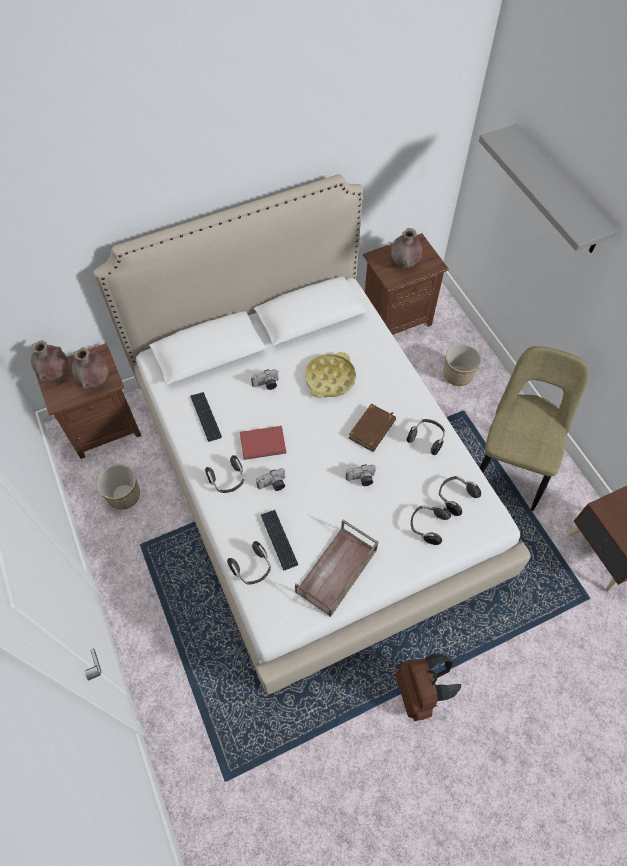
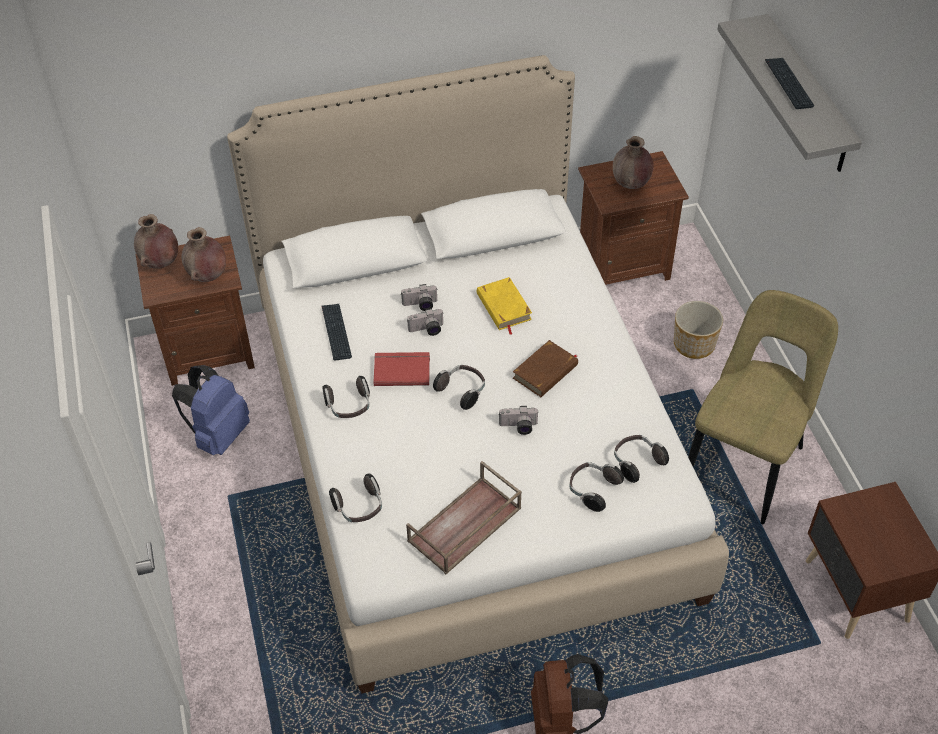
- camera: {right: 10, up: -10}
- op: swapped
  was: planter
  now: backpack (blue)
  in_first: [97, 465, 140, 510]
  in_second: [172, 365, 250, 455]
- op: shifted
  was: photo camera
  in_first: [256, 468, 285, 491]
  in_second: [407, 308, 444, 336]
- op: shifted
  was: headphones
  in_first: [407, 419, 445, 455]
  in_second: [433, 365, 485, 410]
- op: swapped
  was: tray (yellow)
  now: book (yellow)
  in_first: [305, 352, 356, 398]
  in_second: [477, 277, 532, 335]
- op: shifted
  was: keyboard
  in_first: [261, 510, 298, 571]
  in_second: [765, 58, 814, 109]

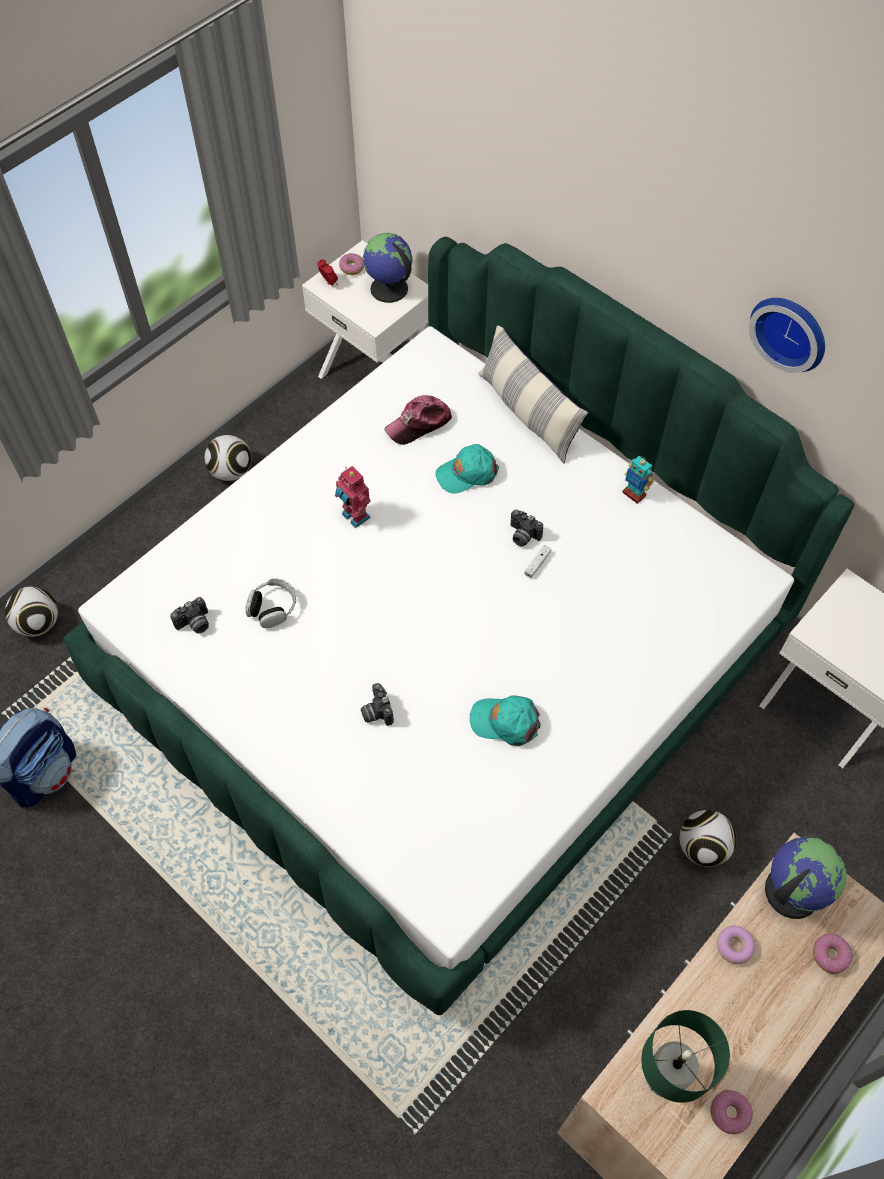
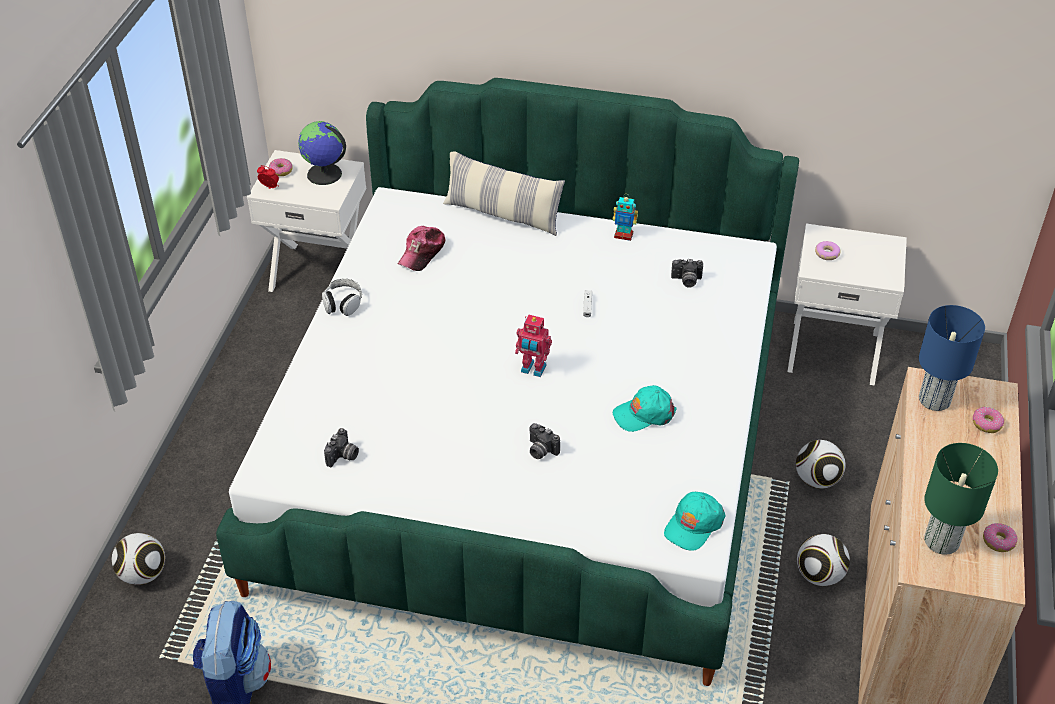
- camera: {right: -30, up: -15}
- op: shifted
  was: headphones
  in_first: [246, 579, 296, 628]
  in_second: [322, 278, 362, 316]
- op: shifted
  was: toy robot
  in_first: [335, 466, 371, 528]
  in_second: [515, 315, 552, 377]
- op: shifted
  was: cap (turquoise)
  in_first: [435, 444, 499, 494]
  in_second: [664, 492, 726, 551]
- op: shifted
  was: photo camera
  in_first: [510, 510, 543, 547]
  in_second: [671, 259, 703, 288]
- op: shifted
  was: football
  in_first: [204, 435, 252, 481]
  in_second: [797, 534, 850, 586]
- op: shifted
  was: donut
  in_first: [717, 925, 756, 965]
  in_second: [815, 241, 841, 260]
- op: swapped
  was: globe
  now: table lamp (blue)
  in_first: [765, 836, 847, 919]
  in_second: [919, 305, 985, 411]
- op: gone
  was: wall clock
  in_first: [749, 298, 825, 373]

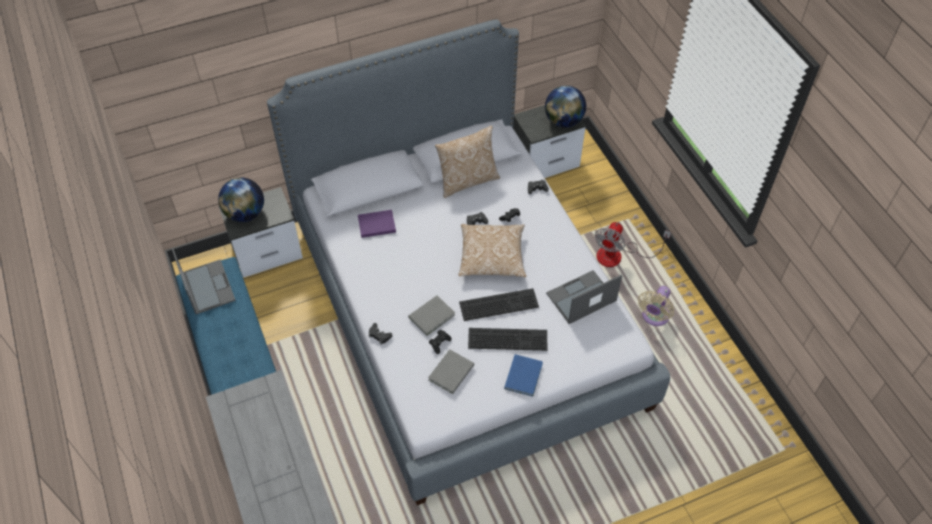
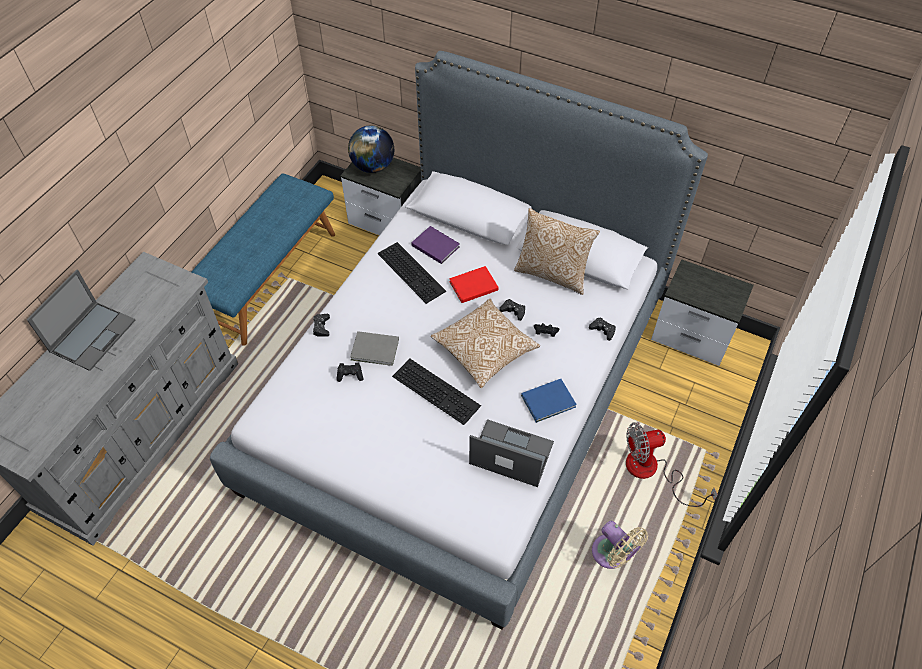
- camera: {right: 50, up: 0}
- op: shifted
  was: laptop
  in_first: [172, 248, 236, 314]
  in_second: [27, 269, 135, 371]
- op: shifted
  was: keyboard
  in_first: [468, 328, 548, 351]
  in_second: [378, 242, 446, 304]
- op: new
  now: book (red)
  in_second: [449, 266, 499, 303]
- op: shifted
  was: book (blue)
  in_first: [504, 354, 543, 397]
  in_second: [521, 379, 577, 423]
- op: rotated
  was: fan (beige)
  in_first: [638, 286, 674, 326]
  in_second: [592, 521, 648, 569]
  clockwise: -120
- op: gone
  was: book (grey)
  in_first: [428, 349, 474, 394]
- op: gone
  was: globe
  in_first: [545, 86, 586, 128]

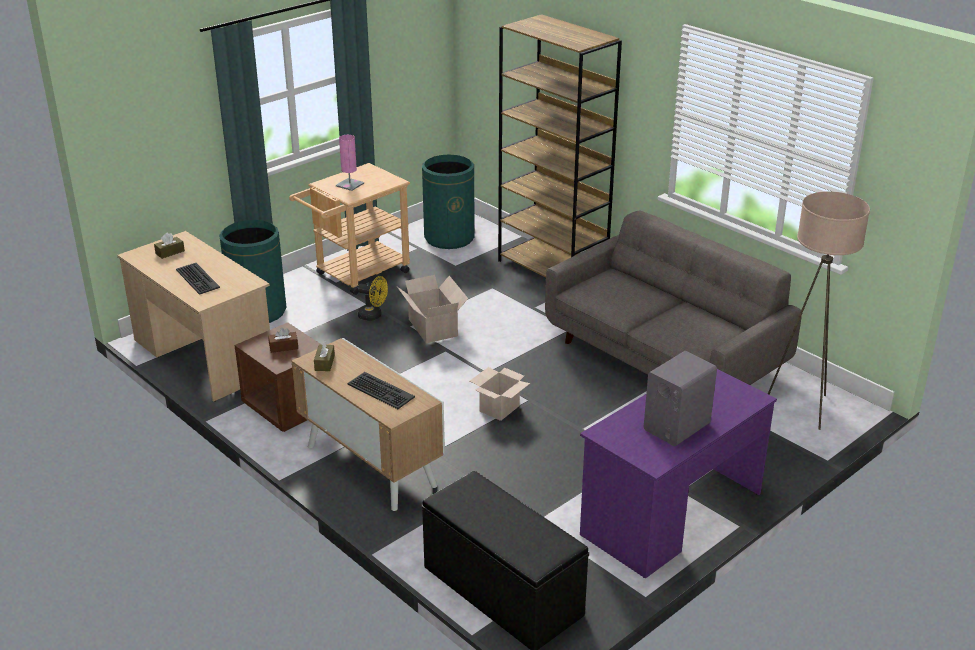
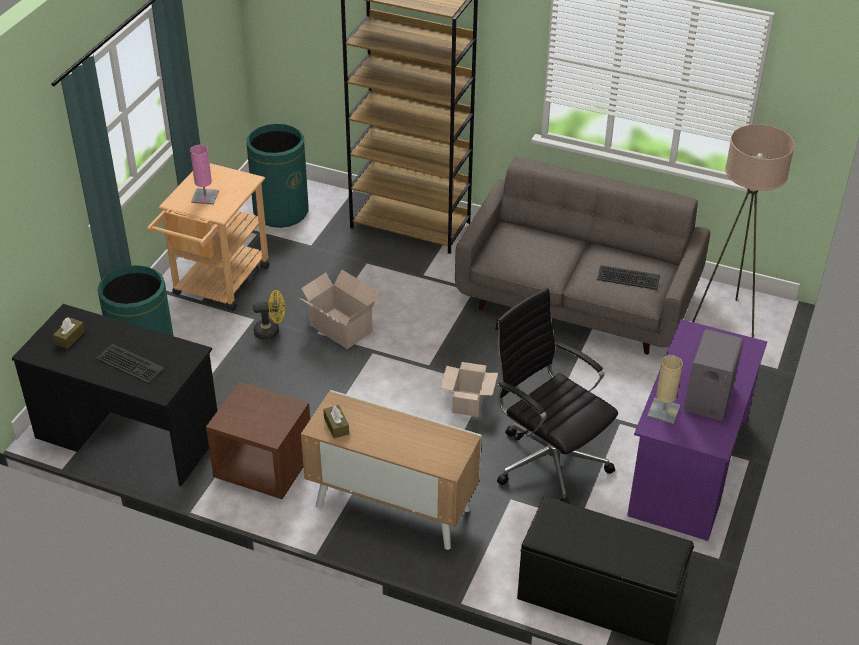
- camera: {right: -25, up: 10}
- op: repainted
  was: desk (beige)
  now: desk (black)
  in_first: [117, 231, 270, 402]
  in_second: [12, 304, 217, 486]
- op: new
  now: office chair (black)
  in_second: [495, 288, 618, 504]
- op: shifted
  was: keyboard
  in_first: [347, 372, 415, 409]
  in_second: [597, 265, 660, 290]
- op: new
  now: table lamp (beige)
  in_second: [647, 355, 683, 424]
- op: gone
  was: tissue box (brown)
  in_first: [268, 328, 298, 353]

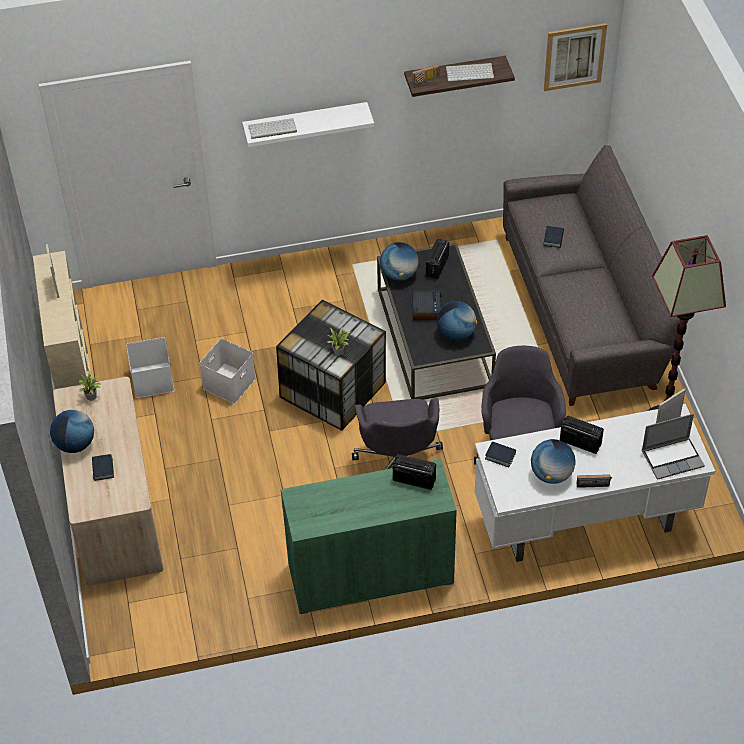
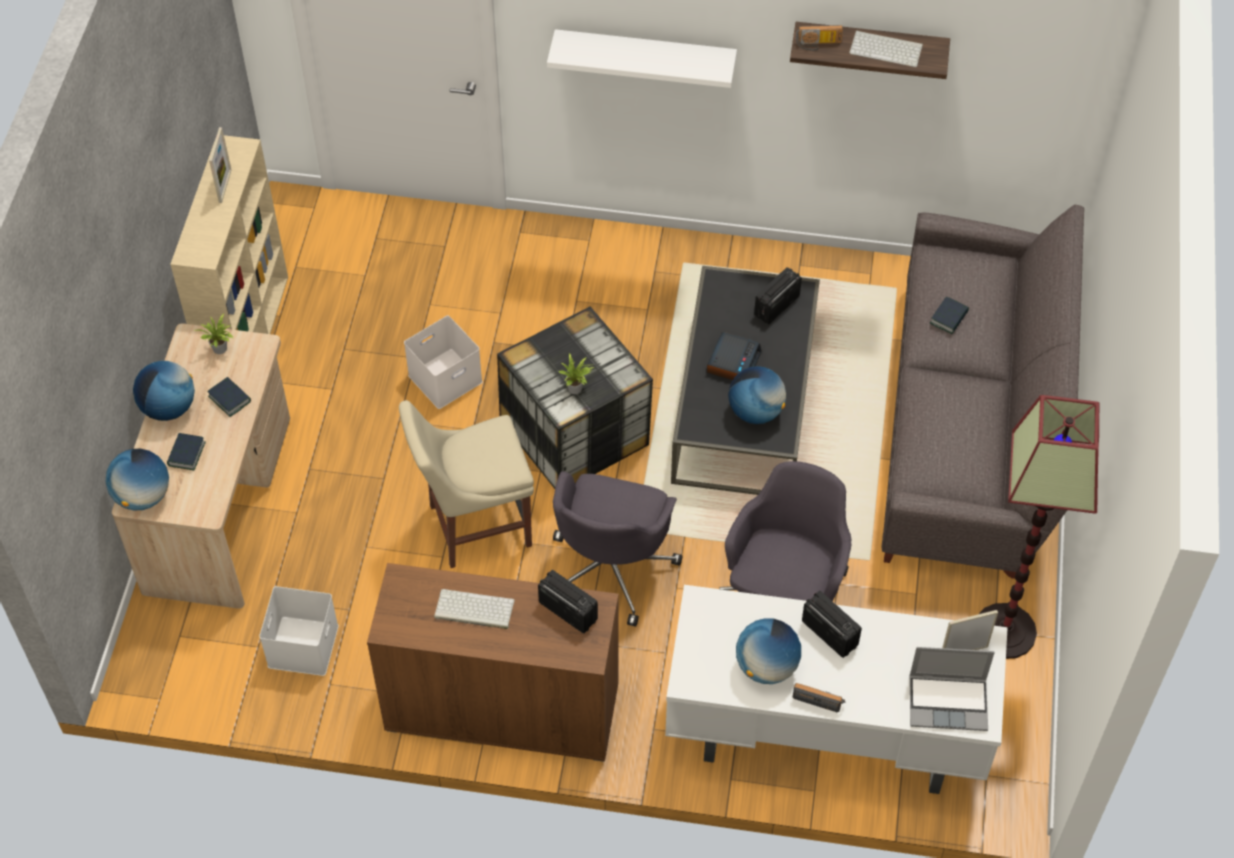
- camera: {right: 20, up: 5}
- op: shifted
  was: globe
  in_first: [380, 242, 419, 281]
  in_second: [105, 449, 169, 510]
- op: shifted
  was: book
  in_first: [485, 441, 516, 468]
  in_second: [207, 377, 251, 417]
- op: shifted
  was: storage box (white)
  in_first: [126, 337, 174, 398]
  in_second: [259, 586, 339, 676]
- op: repainted
  was: cabinet (green)
  now: cabinet (brown)
  in_first: [281, 459, 457, 614]
  in_second: [367, 563, 619, 762]
- op: new
  now: chair (beige)
  in_second: [399, 400, 534, 568]
- op: shifted
  was: keyboard
  in_first: [248, 118, 297, 139]
  in_second: [434, 589, 515, 629]
- op: gone
  was: picture
  in_first: [544, 23, 607, 91]

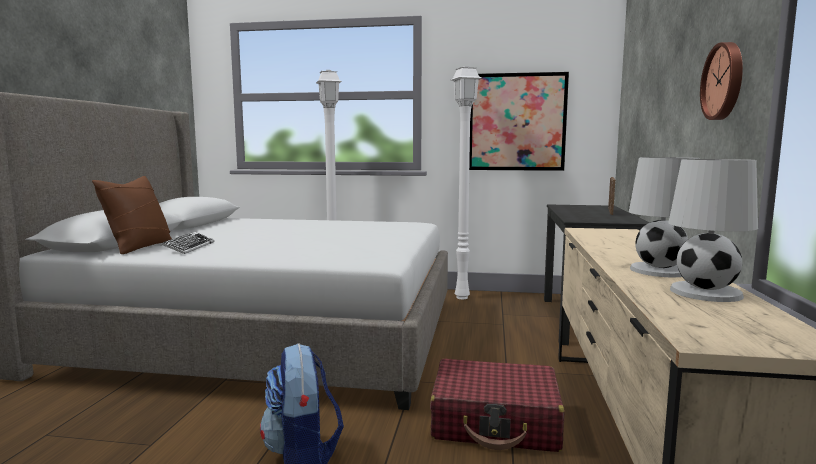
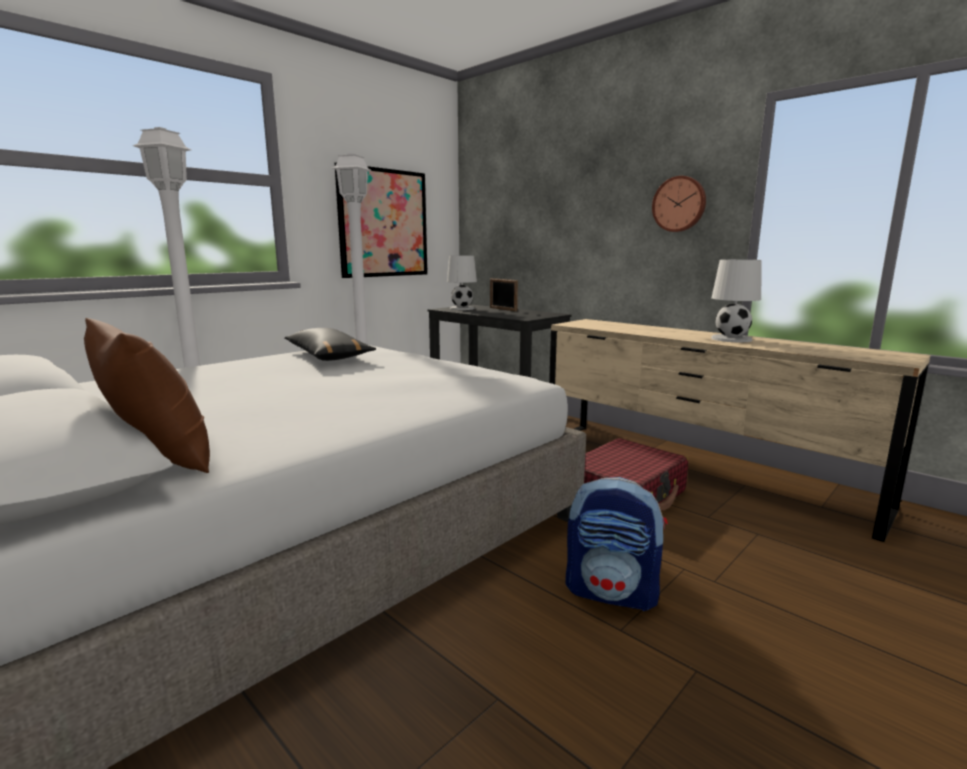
- camera: {right: -55, up: 5}
- op: new
  now: pillow (black)
  in_second: [284, 328, 376, 361]
- op: shifted
  was: table lamp (white)
  in_first: [668, 159, 758, 302]
  in_second: [447, 256, 477, 310]
- op: gone
  was: keyboard
  in_first: [162, 232, 214, 254]

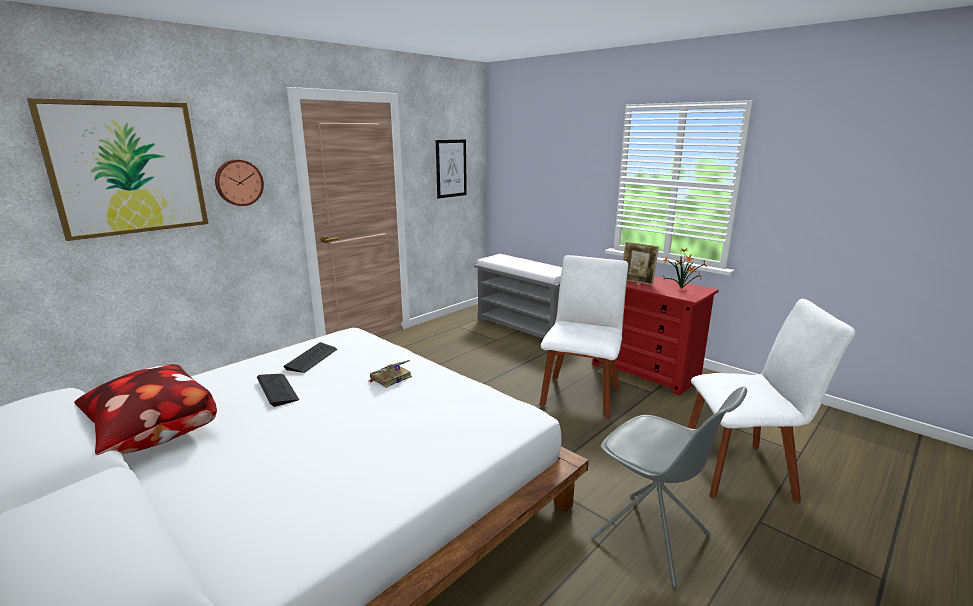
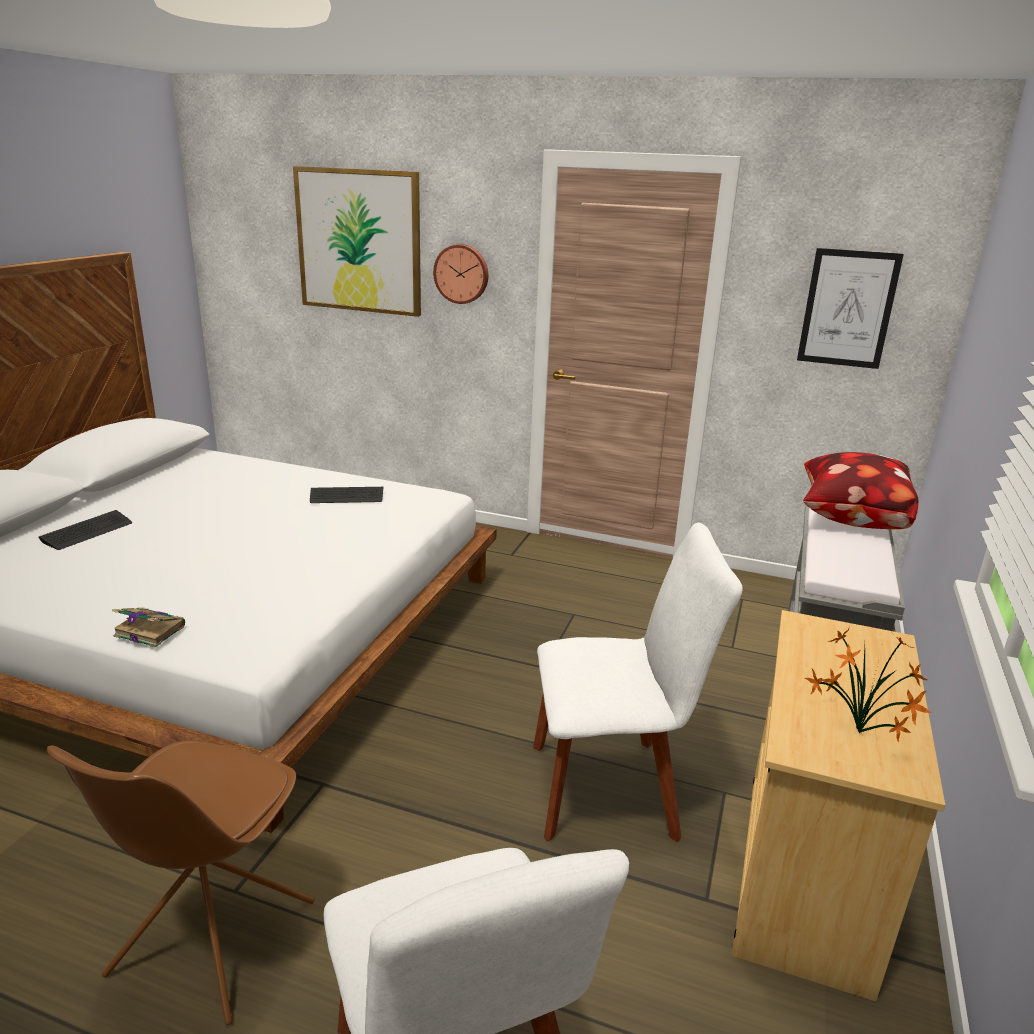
- camera: {right: 65, up: 5}
- op: shifted
  was: keyboard
  in_first: [257, 374, 299, 407]
  in_second: [38, 510, 132, 550]
- op: repainted
  was: chair (grey)
  now: chair (brown)
  in_first: [591, 387, 747, 588]
  in_second: [47, 741, 314, 1025]
- op: shifted
  was: book
  in_first: [369, 360, 412, 388]
  in_second: [112, 607, 185, 648]
- op: repainted
  was: dresser (red)
  now: dresser (beige)
  in_first: [592, 276, 719, 396]
  in_second: [732, 610, 945, 1001]
- op: shifted
  was: pillow
  in_first: [74, 364, 217, 455]
  in_second: [803, 452, 918, 529]
- op: gone
  was: picture frame
  in_first: [623, 242, 659, 285]

